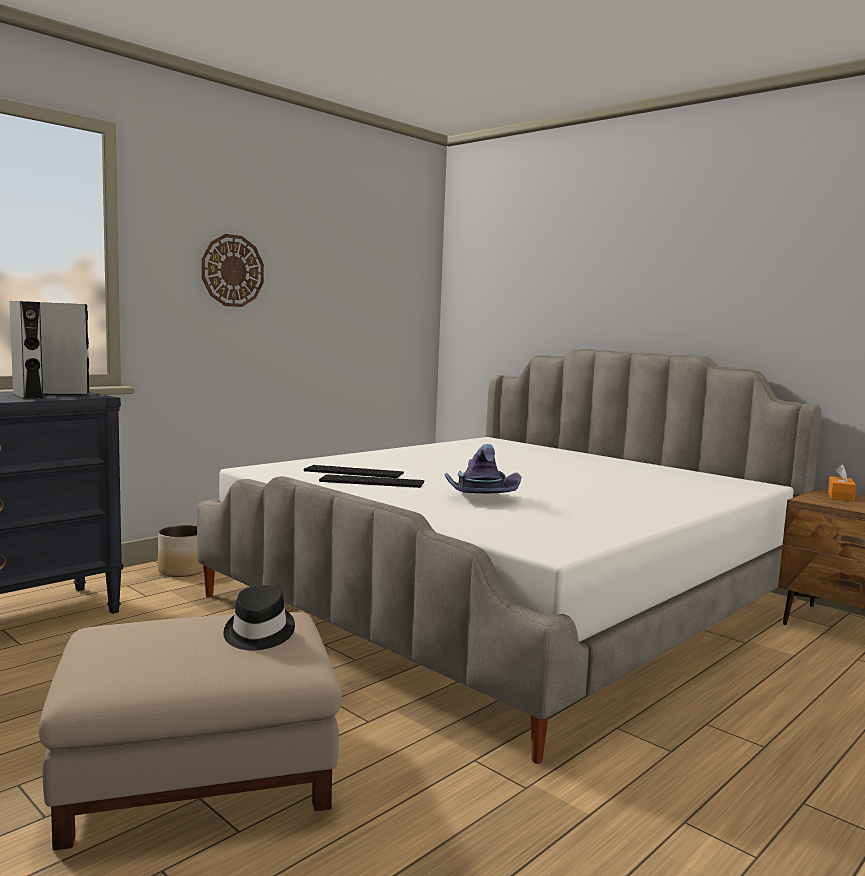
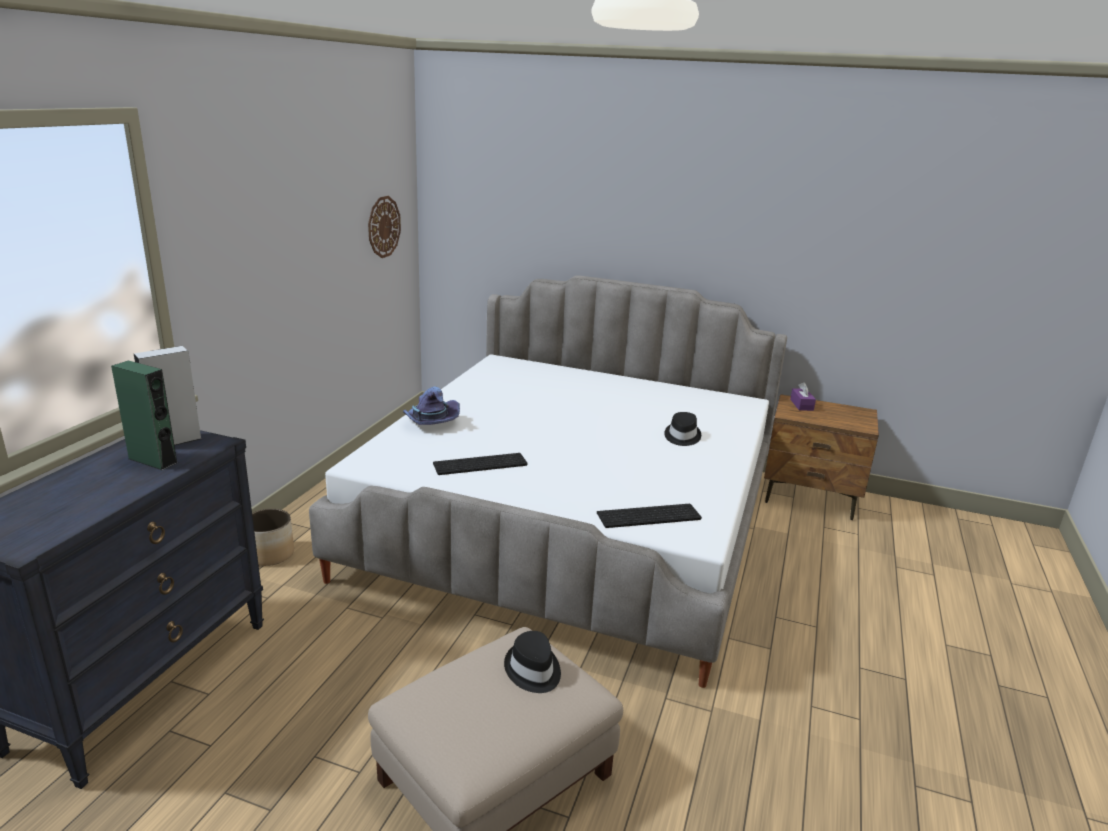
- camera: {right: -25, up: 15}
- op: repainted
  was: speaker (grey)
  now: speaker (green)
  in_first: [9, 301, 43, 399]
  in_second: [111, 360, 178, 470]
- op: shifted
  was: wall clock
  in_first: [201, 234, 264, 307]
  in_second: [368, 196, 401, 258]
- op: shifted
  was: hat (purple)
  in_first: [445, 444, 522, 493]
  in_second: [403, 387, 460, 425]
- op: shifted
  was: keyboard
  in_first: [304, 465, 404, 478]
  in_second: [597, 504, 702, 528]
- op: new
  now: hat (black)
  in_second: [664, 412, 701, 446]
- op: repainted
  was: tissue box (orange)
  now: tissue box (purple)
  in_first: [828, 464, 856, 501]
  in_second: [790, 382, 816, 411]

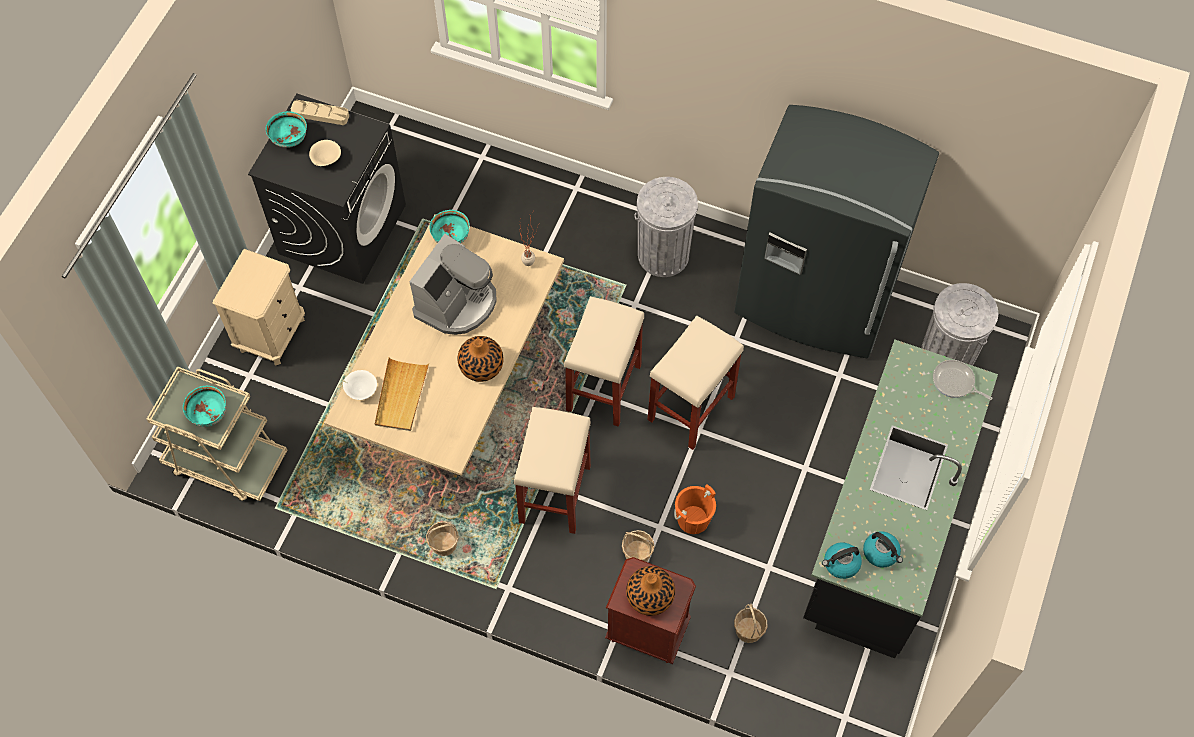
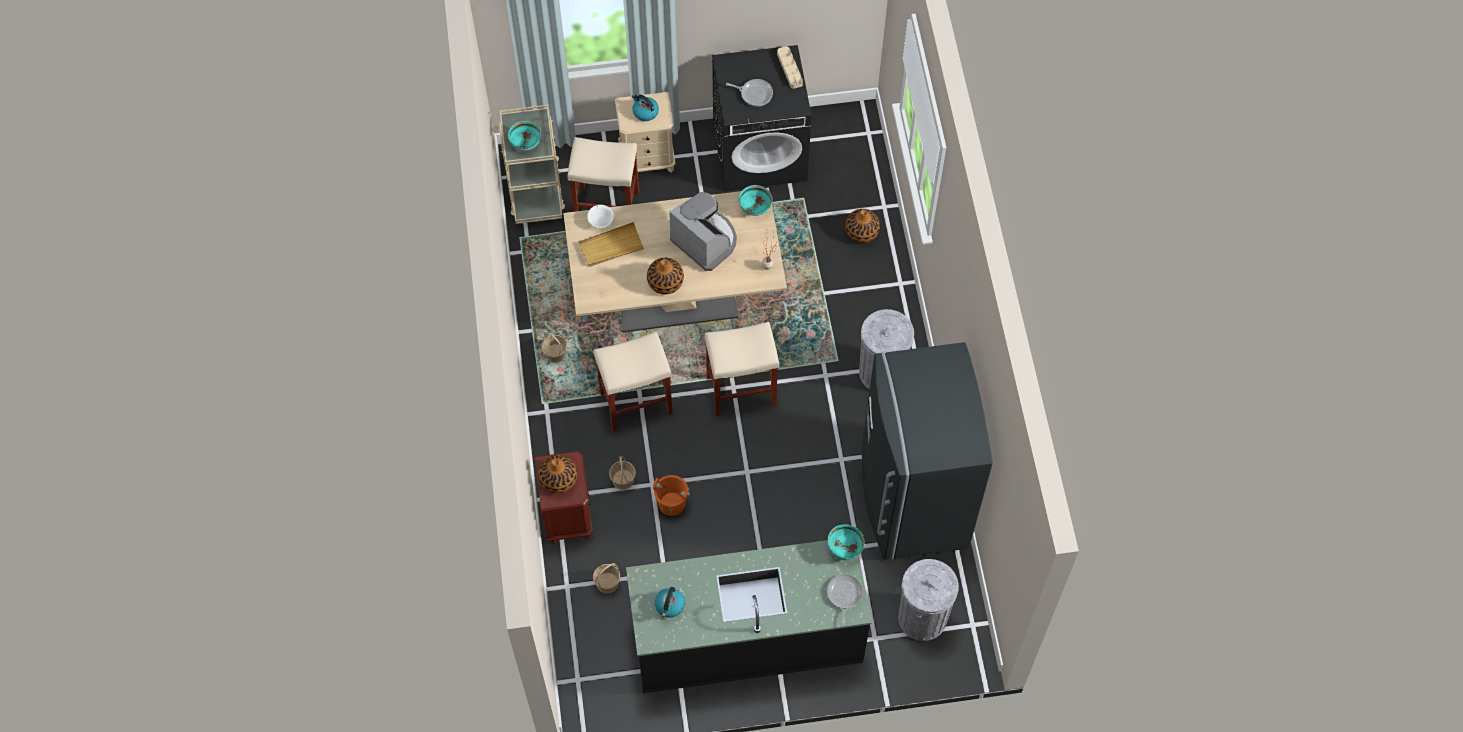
- camera: {right: 60, up: 0}
- op: shifted
  was: stool (beige)
  in_first: [647, 316, 744, 450]
  in_second: [567, 137, 639, 212]
- op: shifted
  was: kettle
  in_first: [822, 542, 862, 579]
  in_second: [632, 94, 659, 121]
- op: rotated
  was: coffee machine
  in_first: [409, 234, 497, 335]
  in_second: [669, 192, 737, 271]
  clockwise: -135
- op: swapped
  was: bowl (beige)
  now: frying pan
  in_first: [309, 140, 341, 166]
  in_second: [726, 79, 773, 107]
- op: shifted
  was: bowl (turquoise)
  in_first: [266, 111, 307, 148]
  in_second: [828, 524, 865, 560]
- op: new
  now: vase
  in_second: [845, 209, 880, 243]

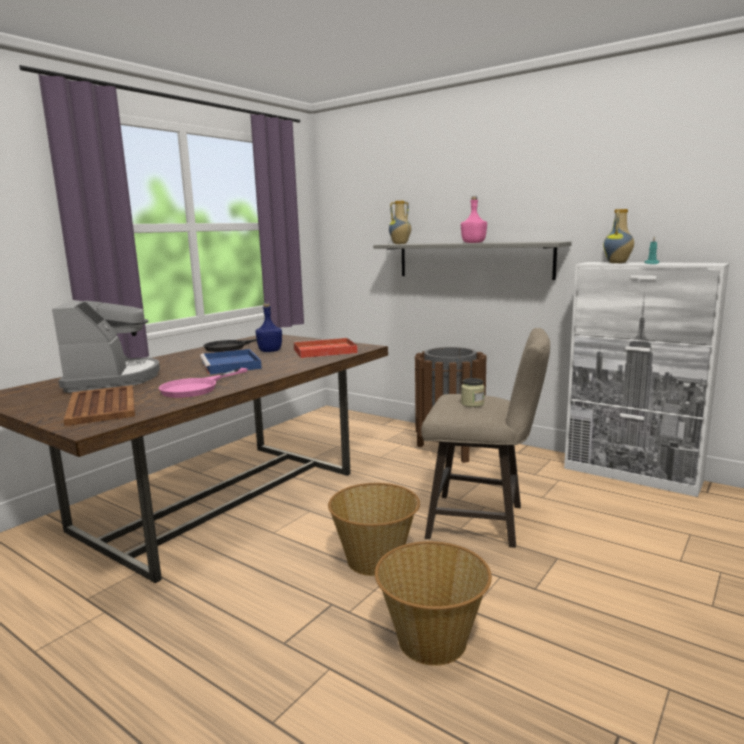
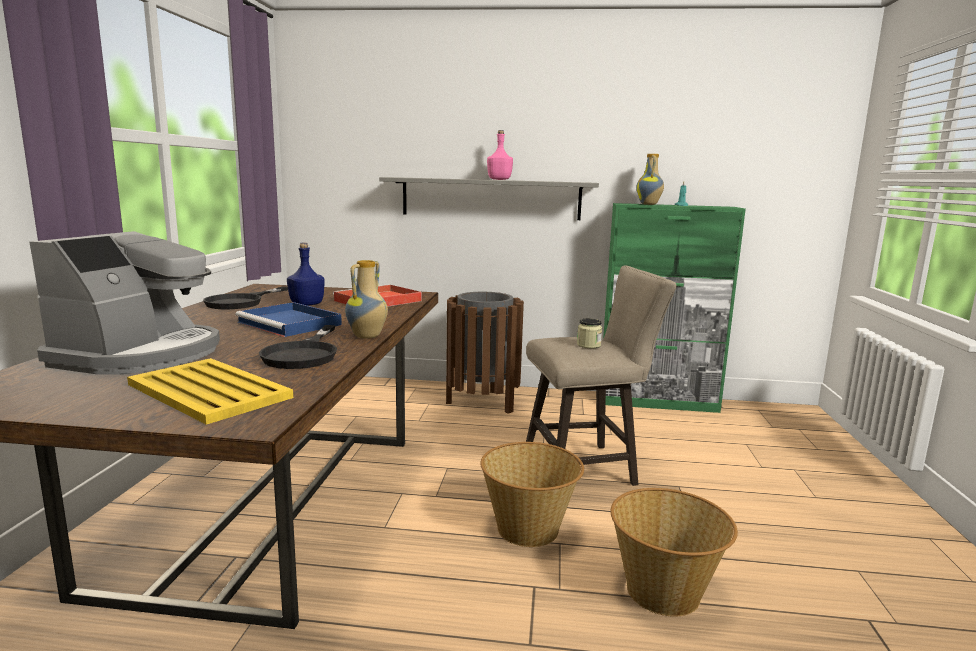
- camera: {right: -30, up: 0}
- op: rotated
  was: coffee machine
  in_first: [52, 300, 160, 393]
  in_second: [30, 231, 220, 375]
  clockwise: 60
- op: repainted
  was: tray (brown)
  now: tray (yellow)
  in_first: [64, 385, 135, 426]
  in_second: [127, 358, 293, 425]
- op: repainted
  was: frying pan (pink)
  now: frying pan (black)
  in_first: [159, 368, 248, 398]
  in_second: [259, 325, 337, 369]
- op: shifted
  was: vase
  in_first: [389, 201, 411, 244]
  in_second: [345, 260, 388, 339]
- op: repainted
  was: cabinet (white)
  now: cabinet (green)
  in_first: [564, 262, 729, 497]
  in_second: [603, 203, 746, 413]

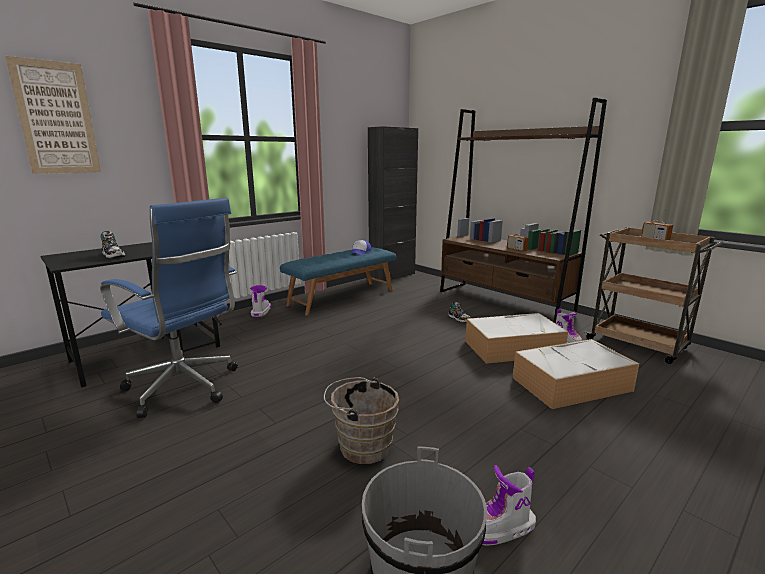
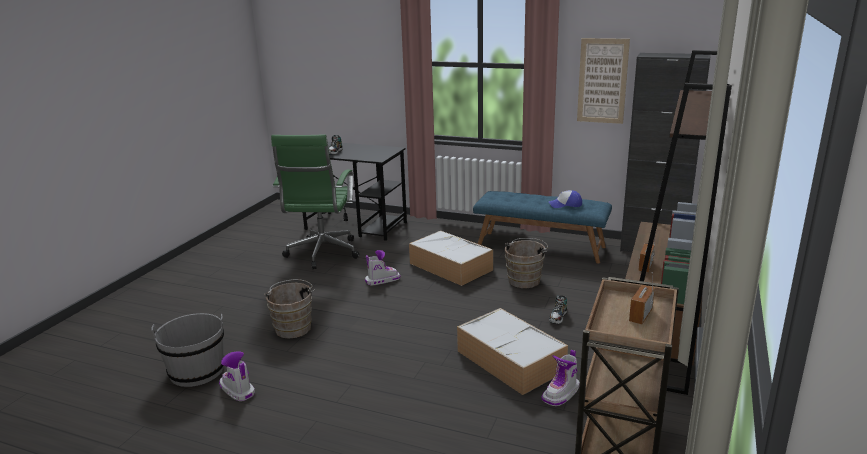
- camera: {right: 65, up: 5}
- op: repainted
  was: office chair (blue)
  now: office chair (green)
  in_first: [100, 197, 238, 418]
  in_second: [271, 134, 359, 269]
- op: shifted
  was: boot
  in_first: [250, 285, 271, 317]
  in_second: [365, 250, 400, 286]
- op: shifted
  was: storage box
  in_first: [513, 339, 639, 409]
  in_second: [409, 231, 493, 286]
- op: new
  now: bucket (brown)
  in_second: [505, 238, 548, 288]
- op: shifted
  was: picture
  in_first: [5, 56, 101, 174]
  in_second: [577, 38, 630, 124]

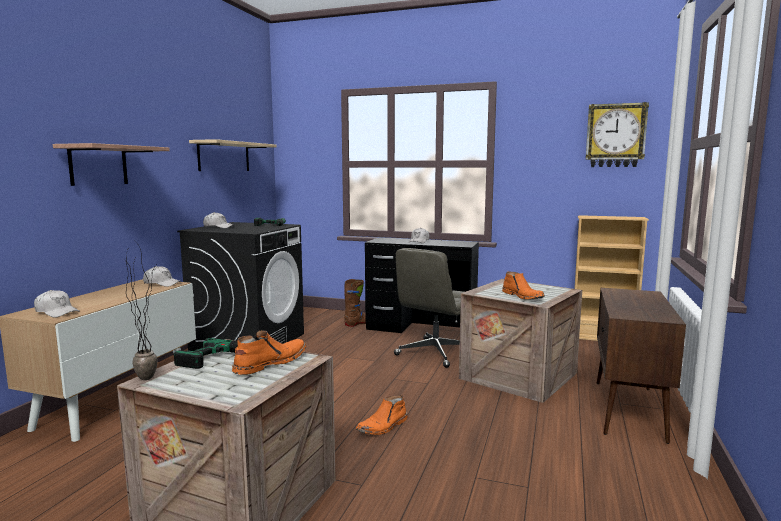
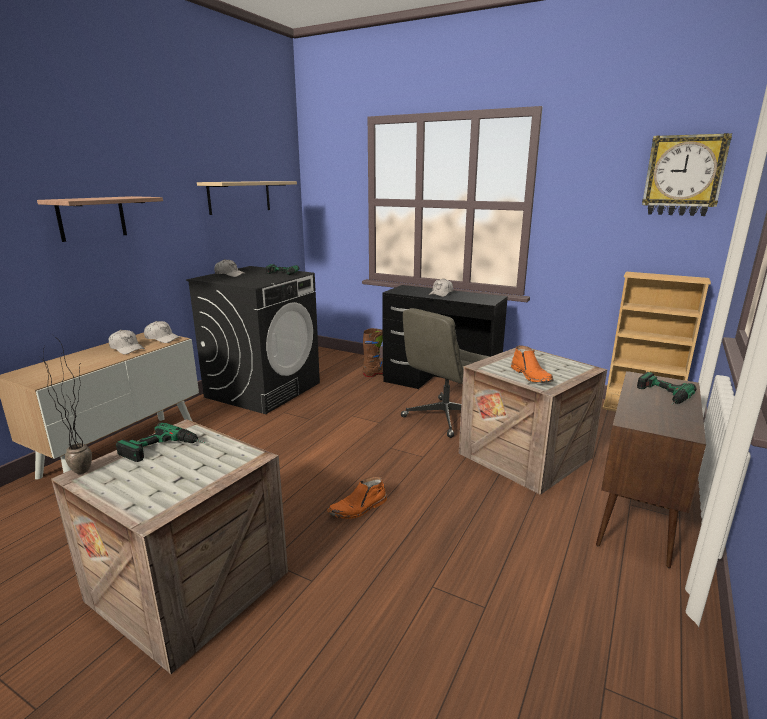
- camera: {right: 10, up: 10}
- op: shifted
  was: cap (white)
  in_first: [34, 290, 80, 318]
  in_second: [109, 330, 145, 354]
- op: new
  now: power drill
  in_second: [637, 372, 696, 405]
- op: gone
  was: boot (orange)
  in_first: [232, 331, 306, 375]

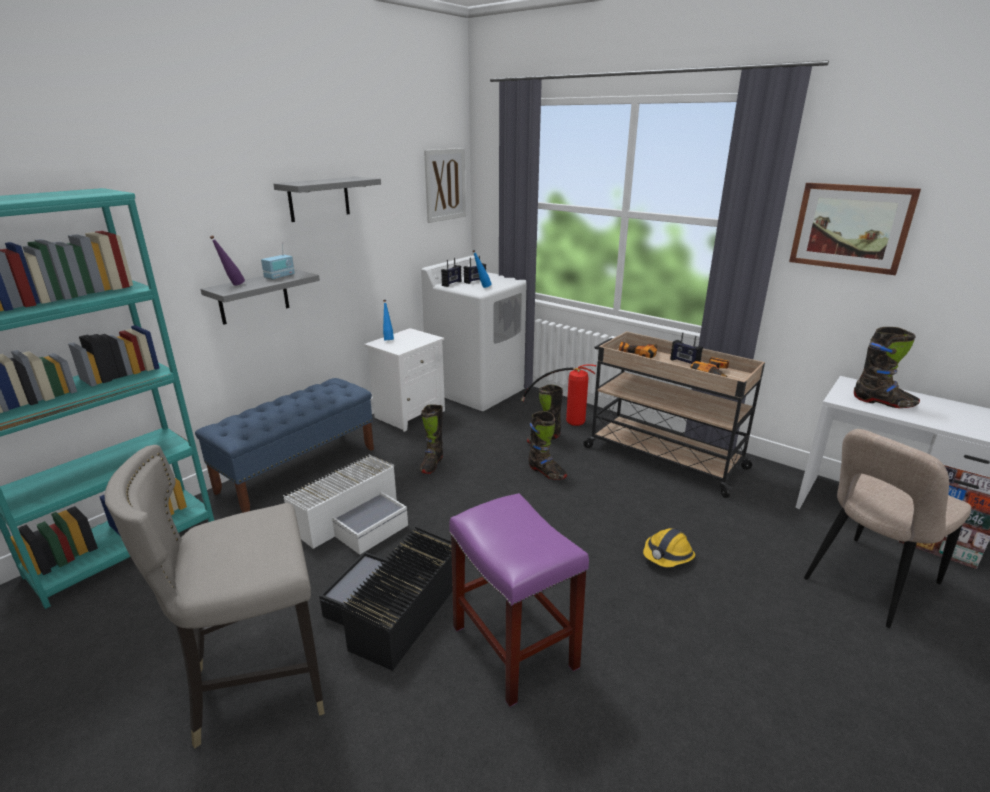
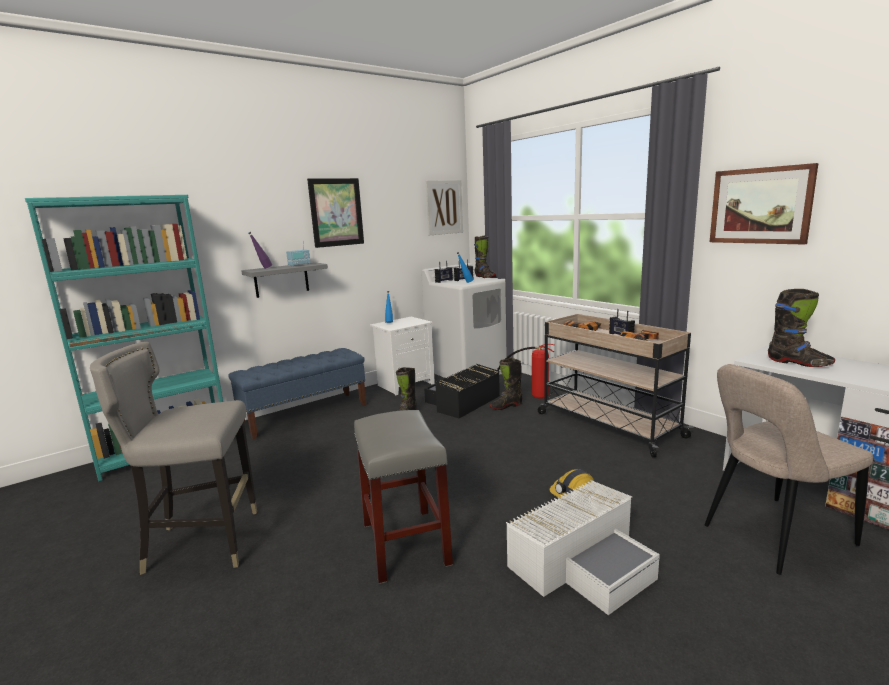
- camera: {right: 15, up: -10}
- op: swapped
  was: shelf (grey)
  now: picture
  in_first: [273, 177, 381, 222]
  in_second: [307, 178, 364, 248]
- op: repainted
  was: stool (purple)
  now: stool (grey)
  in_first: [449, 493, 589, 707]
  in_second: [354, 410, 453, 584]
- op: shifted
  was: storage box (black)
  in_first: [319, 527, 453, 671]
  in_second: [424, 364, 500, 418]
- op: shifted
  was: boot (black)
  in_first: [528, 411, 567, 480]
  in_second: [474, 236, 496, 278]
- op: shifted
  was: storage box (white)
  in_first: [283, 454, 408, 555]
  in_second: [506, 480, 660, 615]

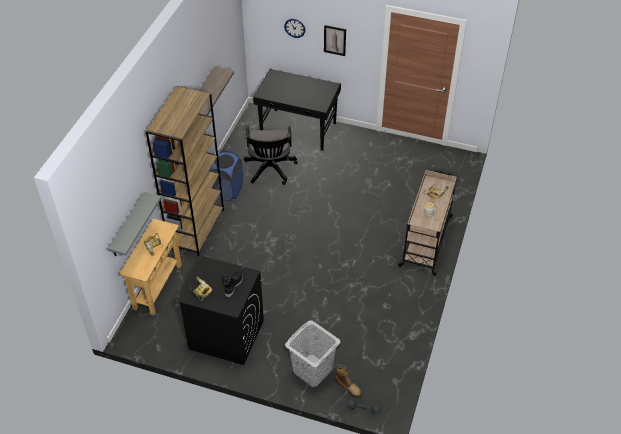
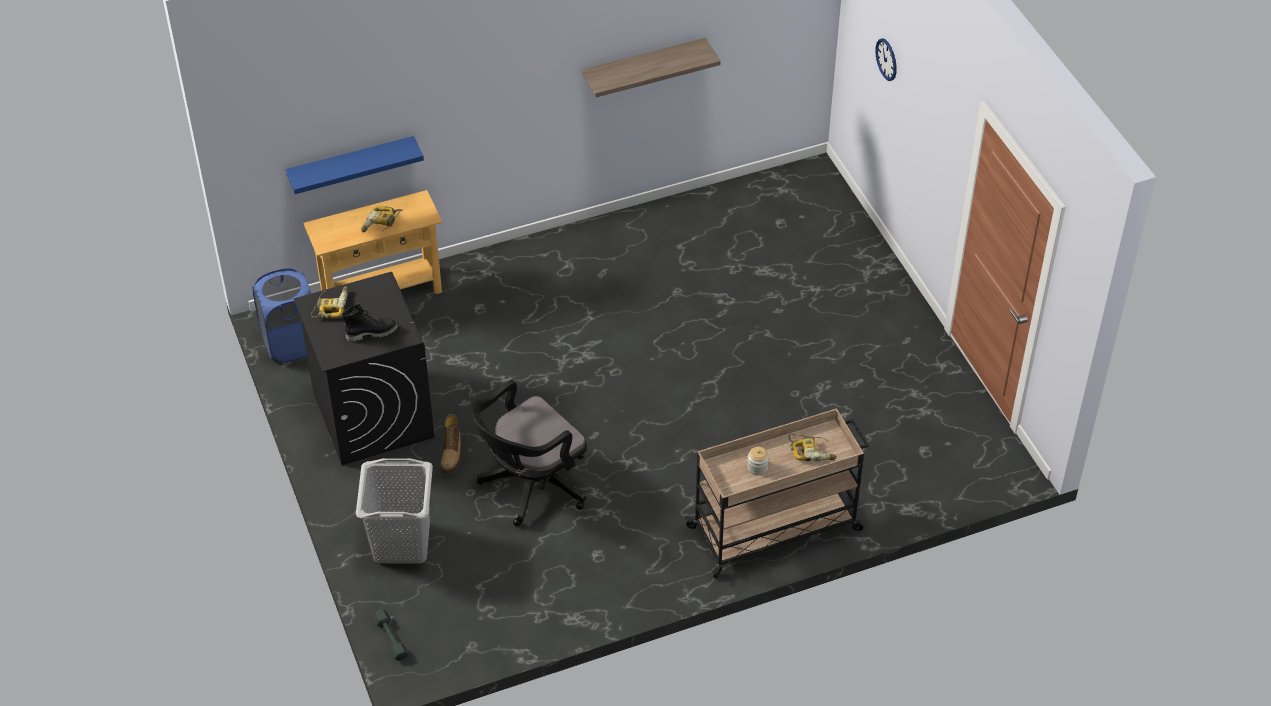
- camera: {right: 50, up: 0}
- op: shifted
  was: laundry basket (blue)
  in_first: [210, 151, 243, 201]
  in_second: [252, 268, 311, 362]
- op: repainted
  was: shelf (grey)
  now: shelf (blue)
  in_first: [108, 192, 161, 257]
  in_second: [286, 136, 424, 194]
- op: shifted
  was: boot
  in_first: [336, 367, 362, 398]
  in_second: [440, 414, 461, 474]
- op: shifted
  was: office chair (black)
  in_first: [244, 125, 298, 185]
  in_second: [471, 380, 587, 526]
- op: gone
  was: bookcase (brown)
  in_first: [146, 86, 224, 257]
- op: gone
  was: desk (black)
  in_first: [253, 69, 341, 151]
- op: gone
  was: picture
  in_first: [324, 25, 346, 56]

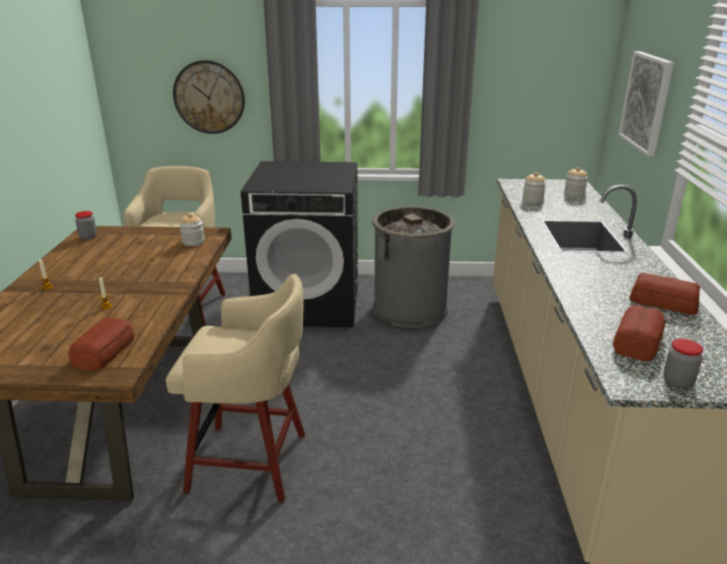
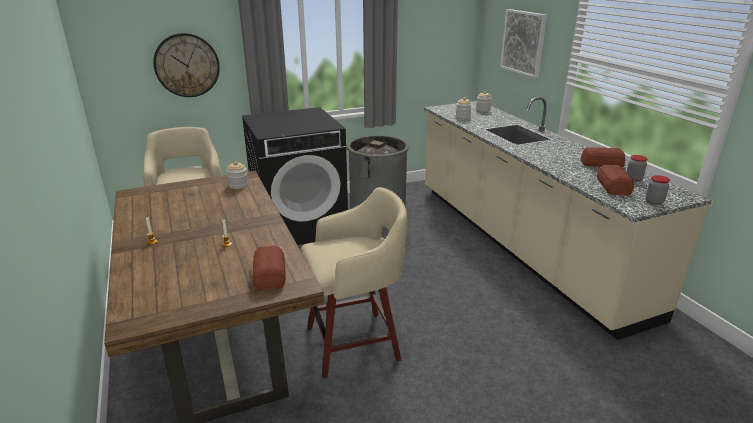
- camera: {right: -25, up: 0}
- op: shifted
  was: jar
  in_first: [75, 211, 97, 240]
  in_second: [627, 155, 647, 182]

